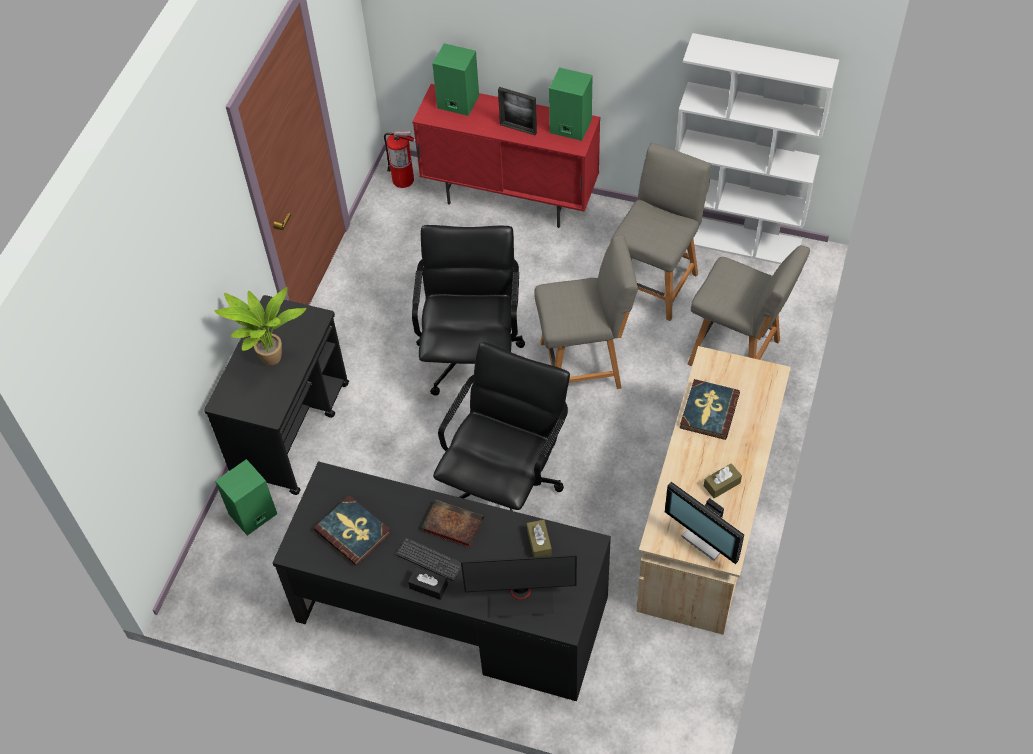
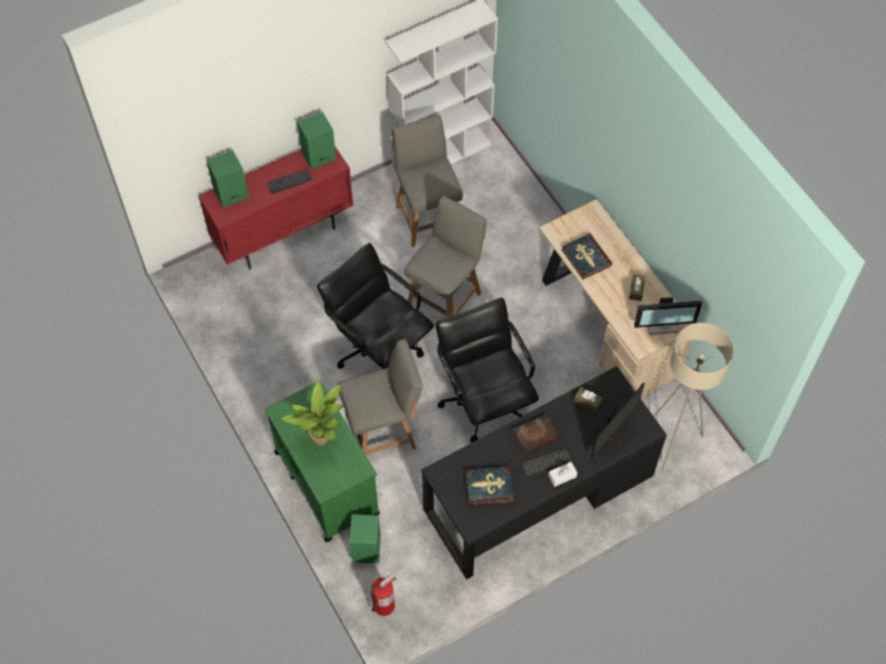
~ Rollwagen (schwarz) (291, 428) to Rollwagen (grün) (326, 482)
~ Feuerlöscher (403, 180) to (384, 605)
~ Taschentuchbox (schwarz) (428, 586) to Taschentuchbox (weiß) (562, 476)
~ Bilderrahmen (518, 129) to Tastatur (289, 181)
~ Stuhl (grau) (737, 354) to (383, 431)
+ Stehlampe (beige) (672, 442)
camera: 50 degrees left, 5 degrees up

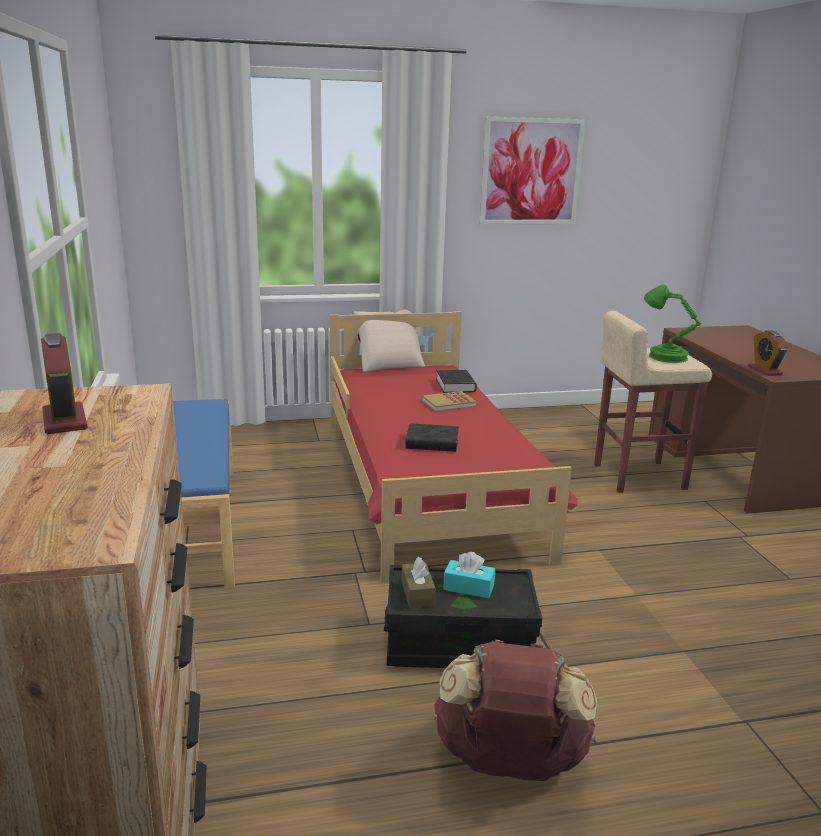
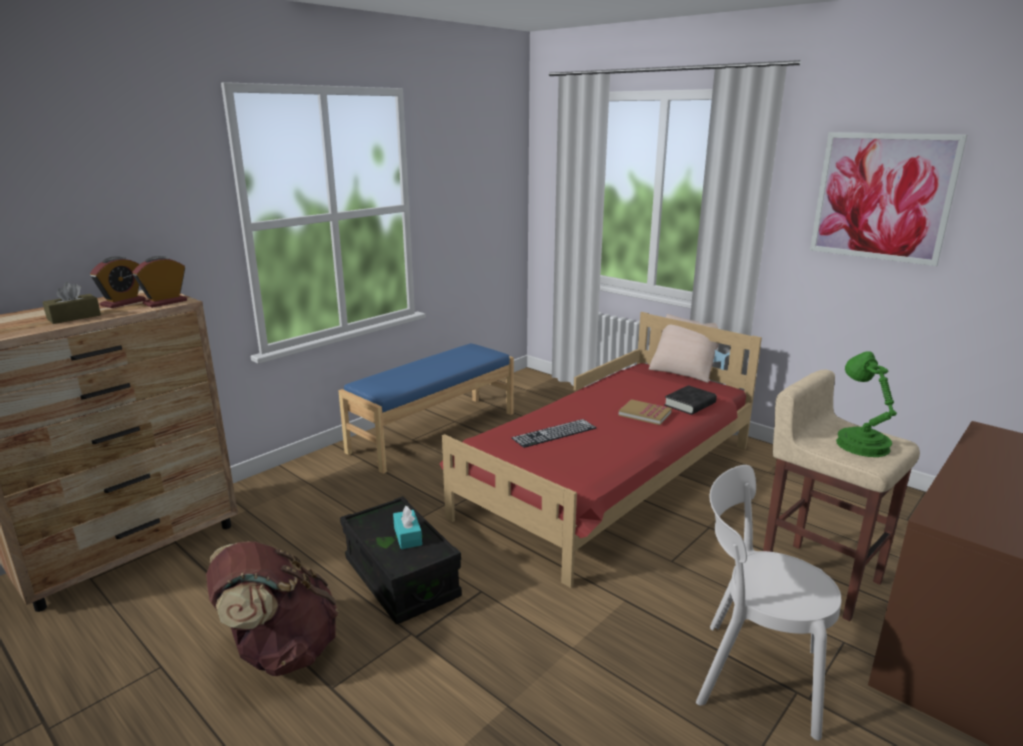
~ Taschentuchbox (braun) (417, 593) to (74, 317)
~ Buch (schwarz) (432, 443) to Tastatur (554, 433)
~ Wecker (765, 370) to (165, 302)
+ Stuhl (weiß) (752, 674)
camera: 55 degrees right, 0 degrees up

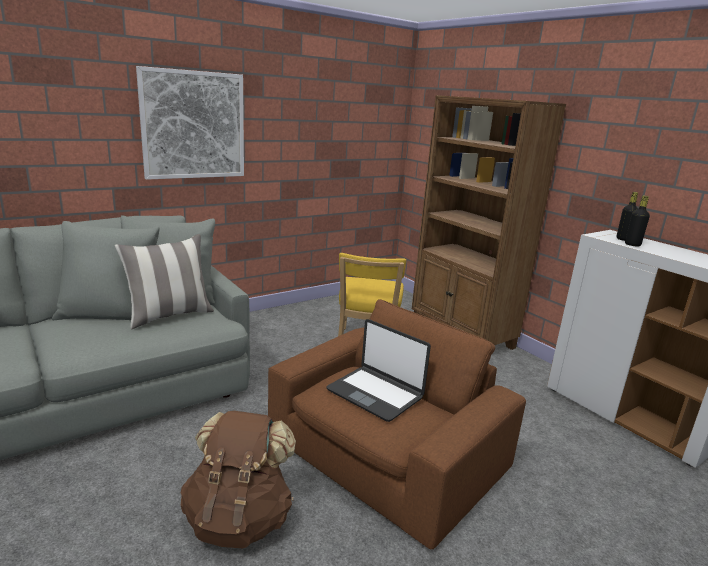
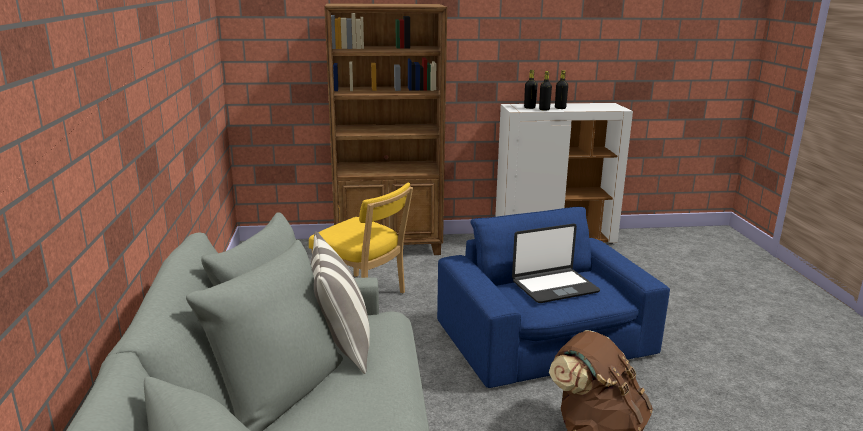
- Bild (193, 125)
~ Sessel (braun) (385, 454) to Sessel (blau) (545, 340)
+ Flasche (schwarz) (560, 108)
camera: 60 degrees left, 0 degrees up

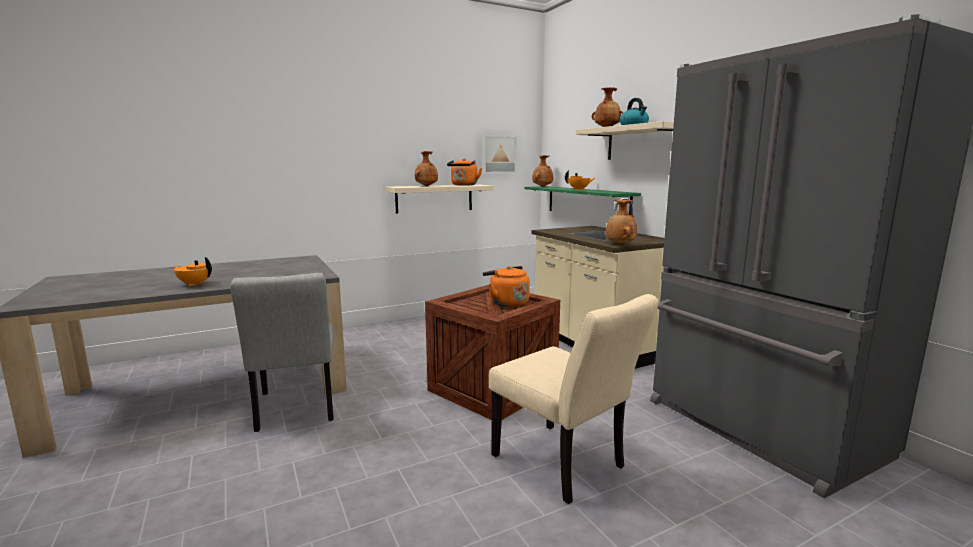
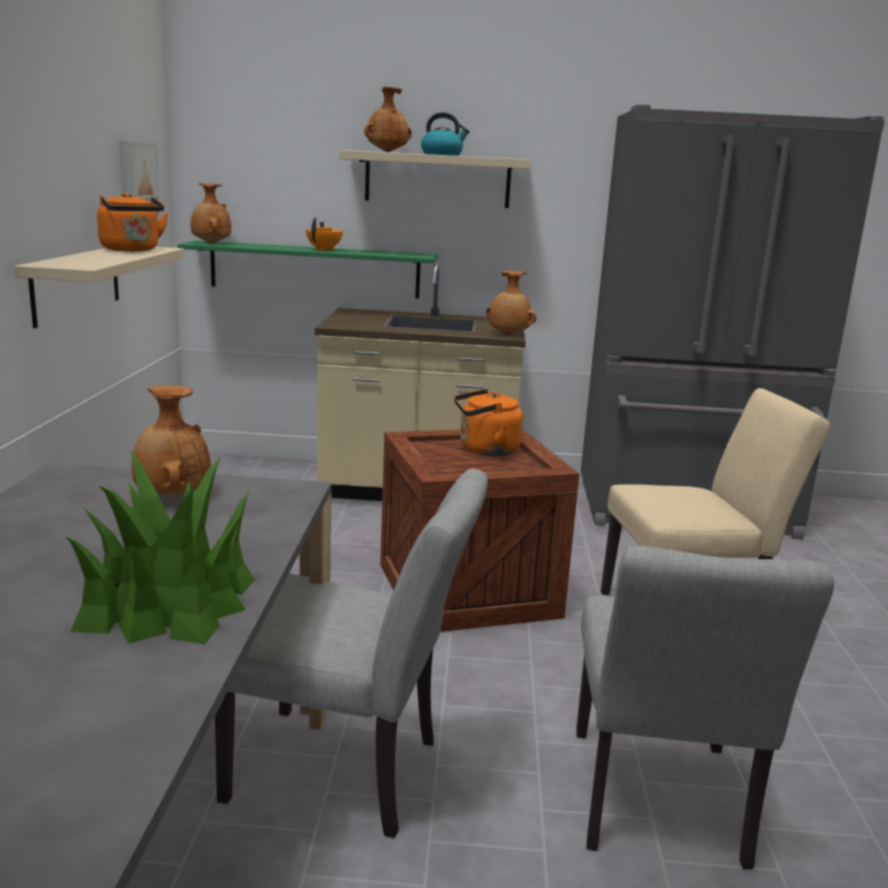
~ Teekanne (orange) (195, 284) to Topfpflanze (168, 601)
~ Vase (braun) (426, 186) to (171, 496)
+ Stuhl (grau) (658, 807)
camera: 60 degrees left, 5 degrees up

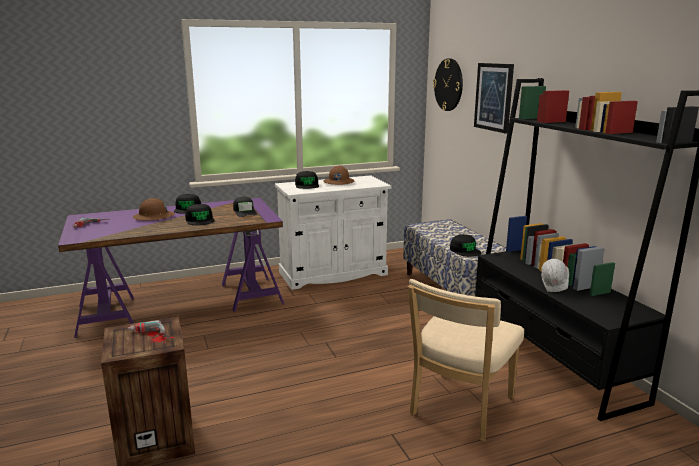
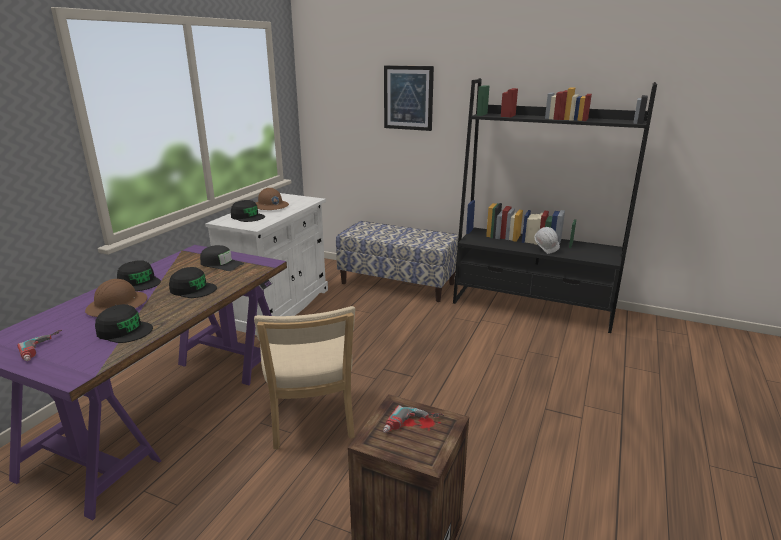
~ Stuhl (beige) (459, 408) to (311, 421)
- Wanduhr (448, 85)
~ Kappe (schwarz) (465, 250) to (124, 330)
camera: 45 degrees left, 5 degrees up

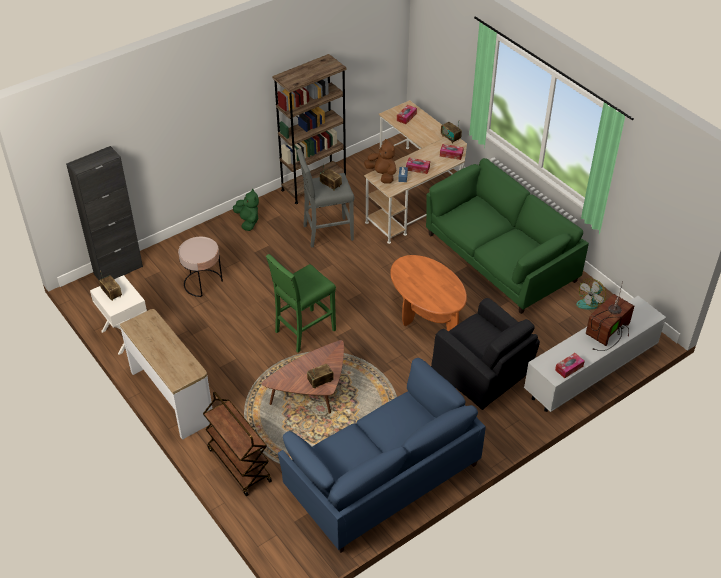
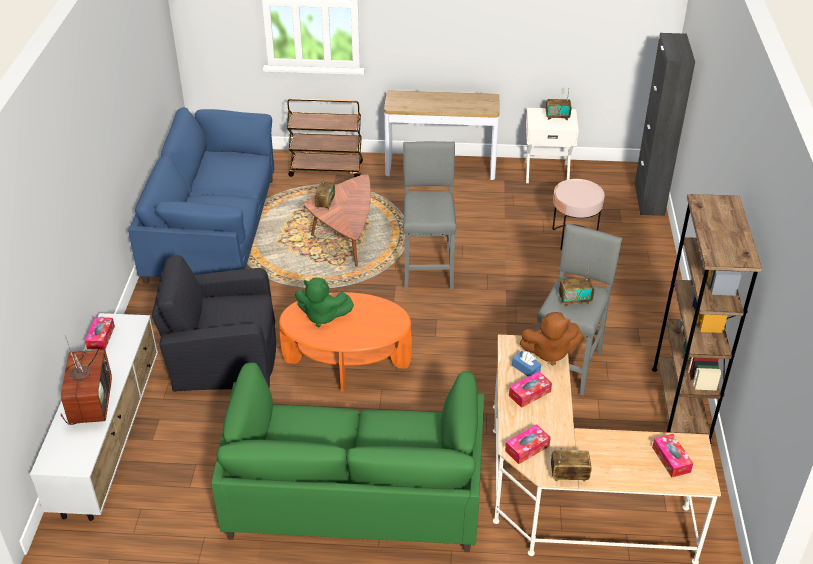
~ Plüschtier (grün) (248, 221) to (322, 316)
~ Hocker (grün) (304, 331) to Hocker (grau) (428, 269)
- Ventilator (590, 301)
camera: 130 degrees right, 5 degrees down

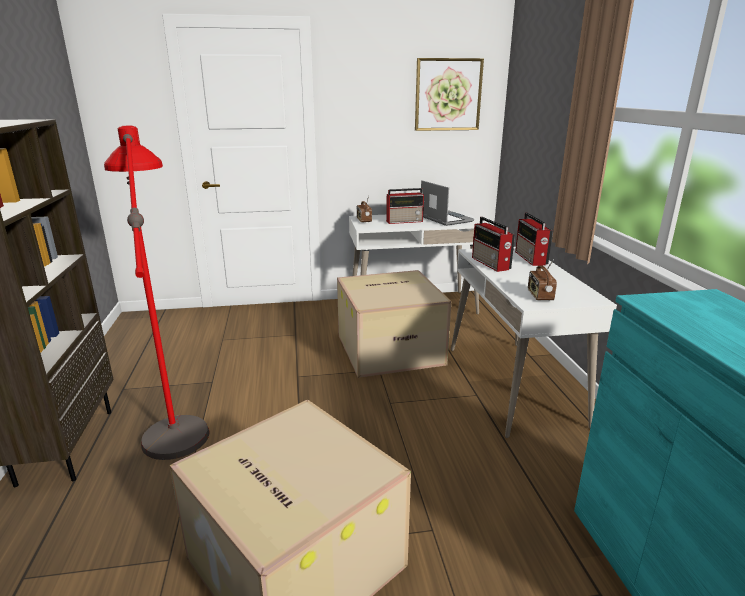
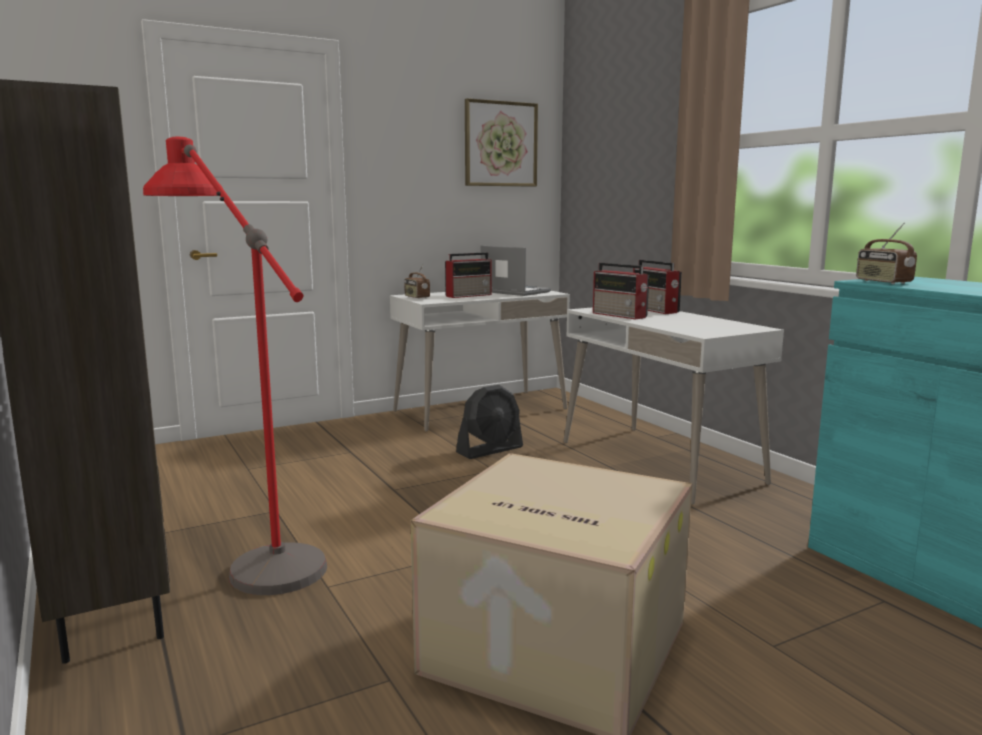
~ Karton (390, 349) to Ventilator (schwarz) (490, 450)
~ Radio (539, 296) to (883, 282)
camera: 20 degrees left, 10 degrees down

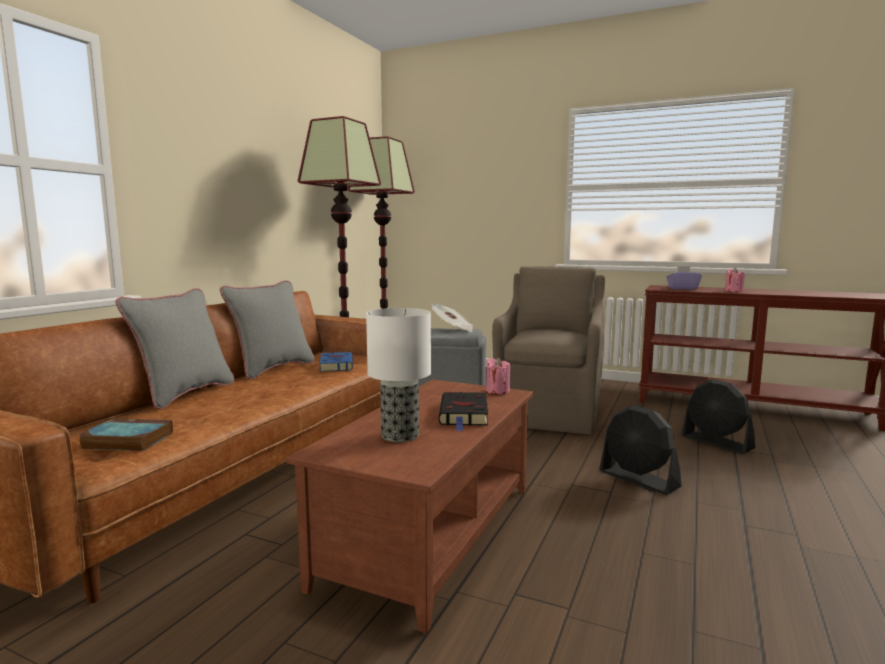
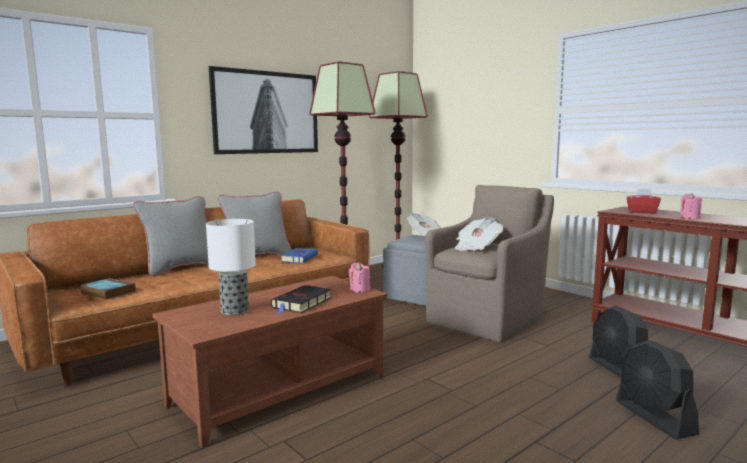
~ Ventilator (schwarz) (639, 479) to (654, 417)
~ Taschentuchbox (lila) (682, 288) to Taschentuchbox (rot) (642, 212)
+ Bild (267, 112)
+ Zeitung (476, 247)
camera: 25 degrees right, 0 degrees up

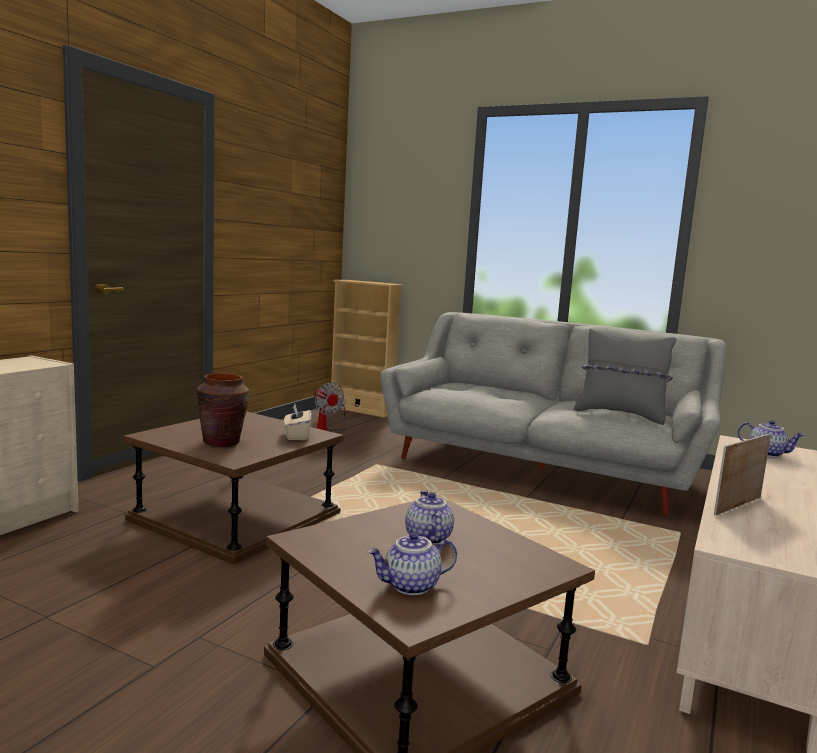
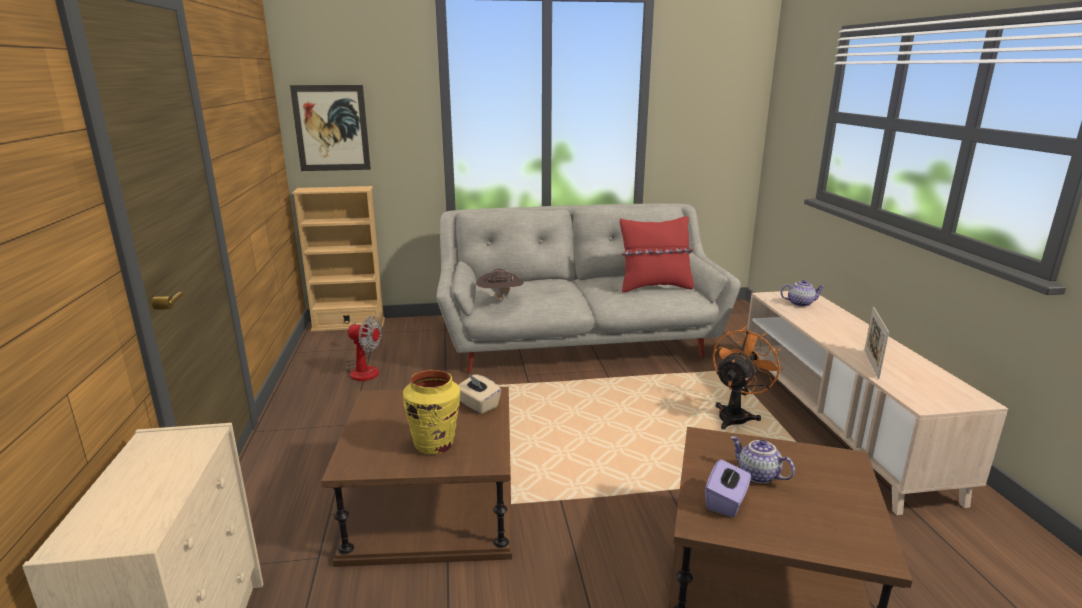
~ Vase (braun) (222, 442) to Vase (gelb) (434, 444)
- Teekanne (411, 586)
~ Kissen (grau) (620, 415) to Kissen (rot) (654, 287)
+ Bild (331, 128)
+ Hut (braun) (500, 300)
+ Taschentuchbox (lila) (726, 502)
+ Ventilator (orange) (736, 415)
camera: 35 degrees left, 10 degrees up

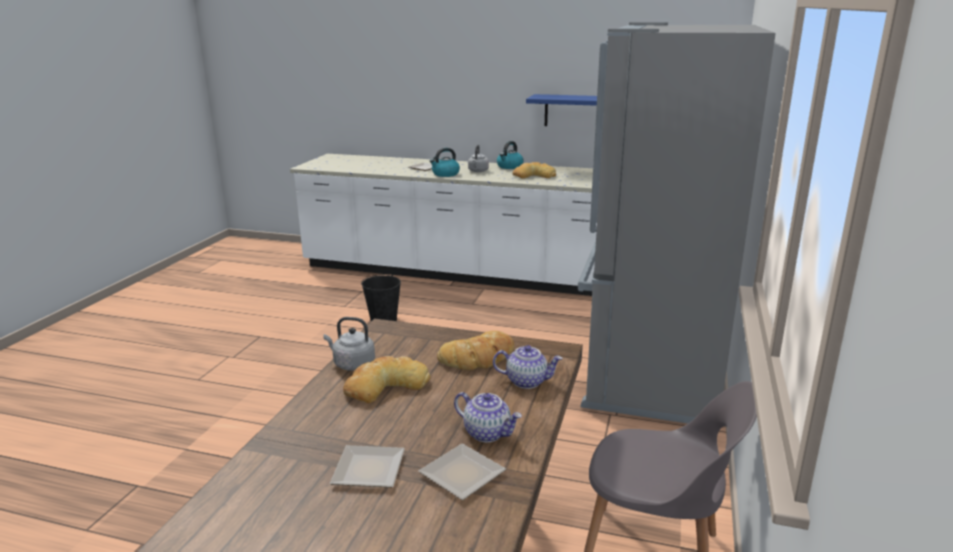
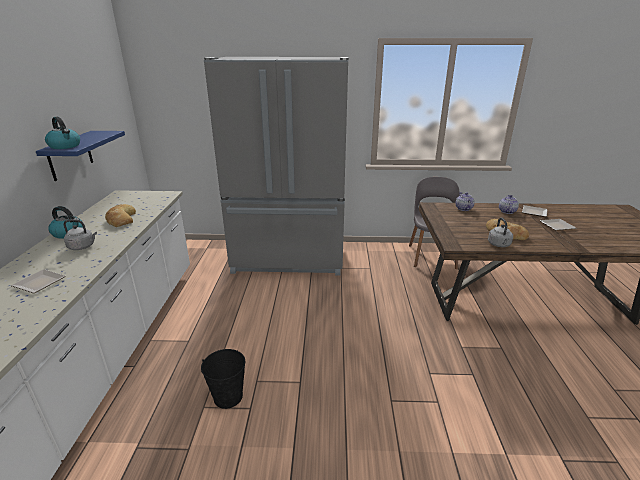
~ Wasserkessel (445, 174) to (65, 146)
- Brot (479, 358)
camera: 105 degrees left, 5 degrees up

